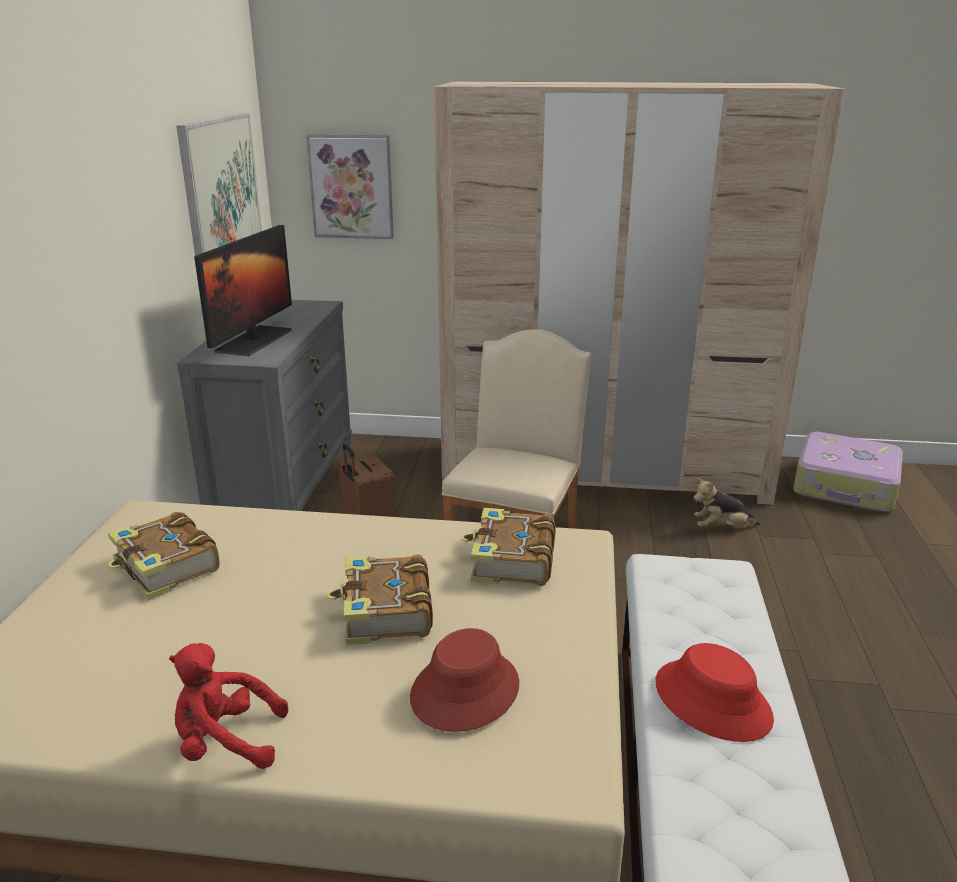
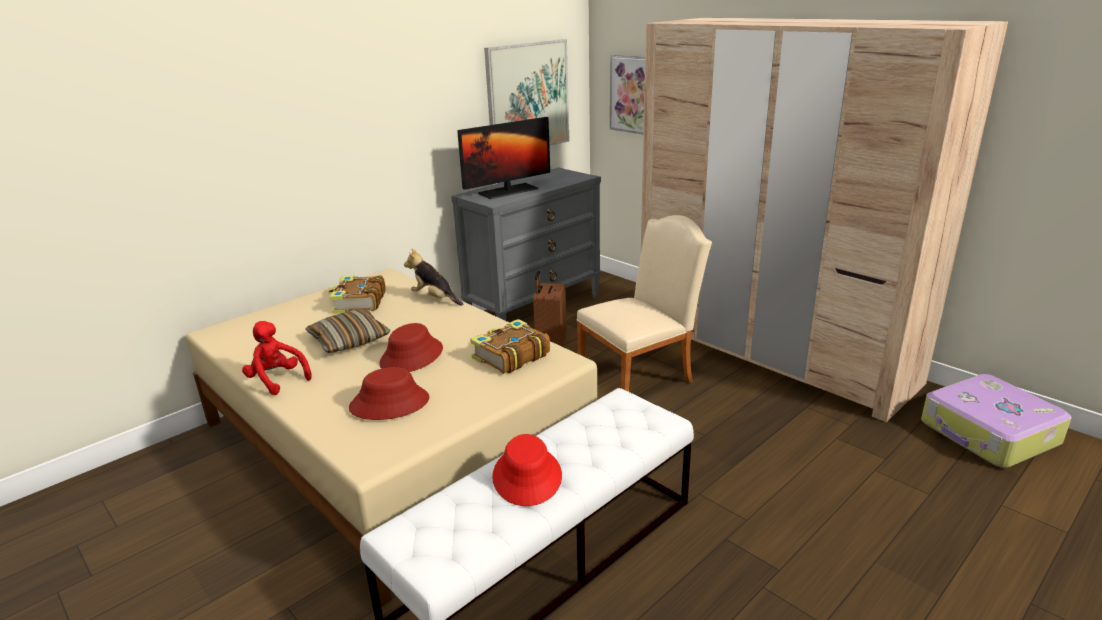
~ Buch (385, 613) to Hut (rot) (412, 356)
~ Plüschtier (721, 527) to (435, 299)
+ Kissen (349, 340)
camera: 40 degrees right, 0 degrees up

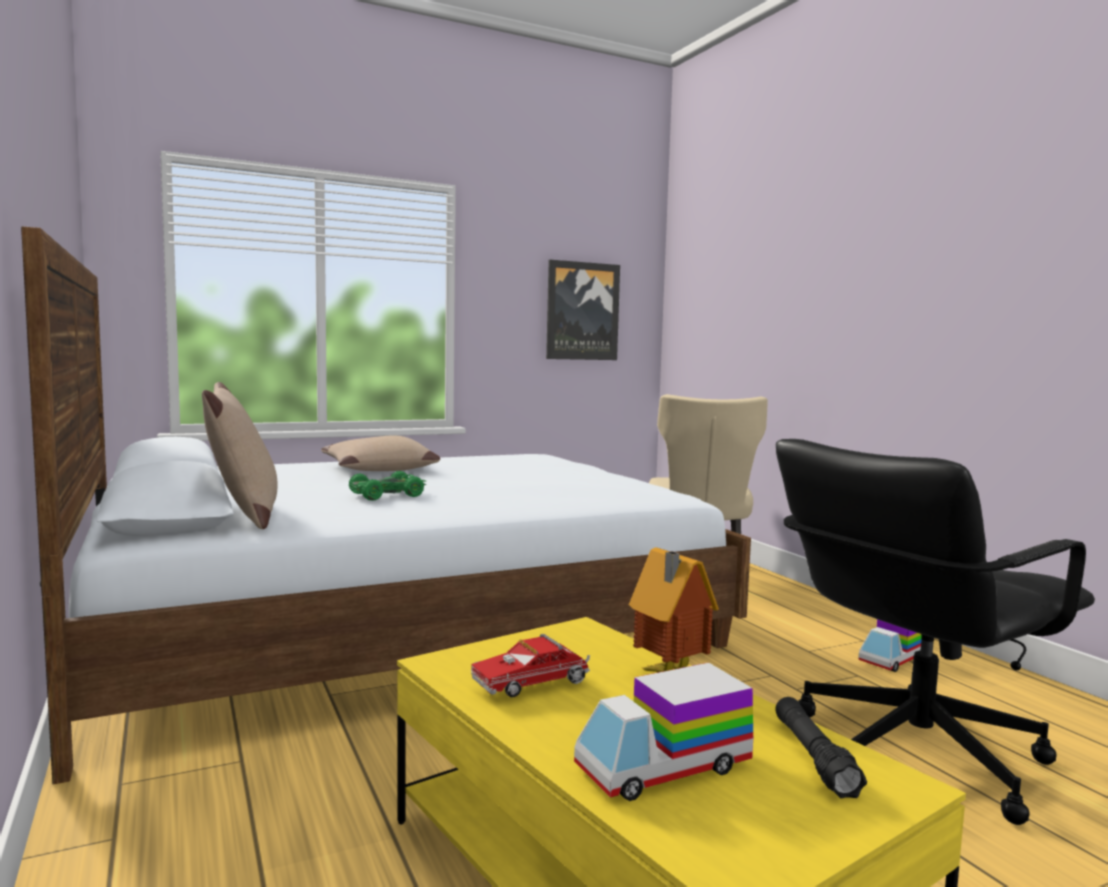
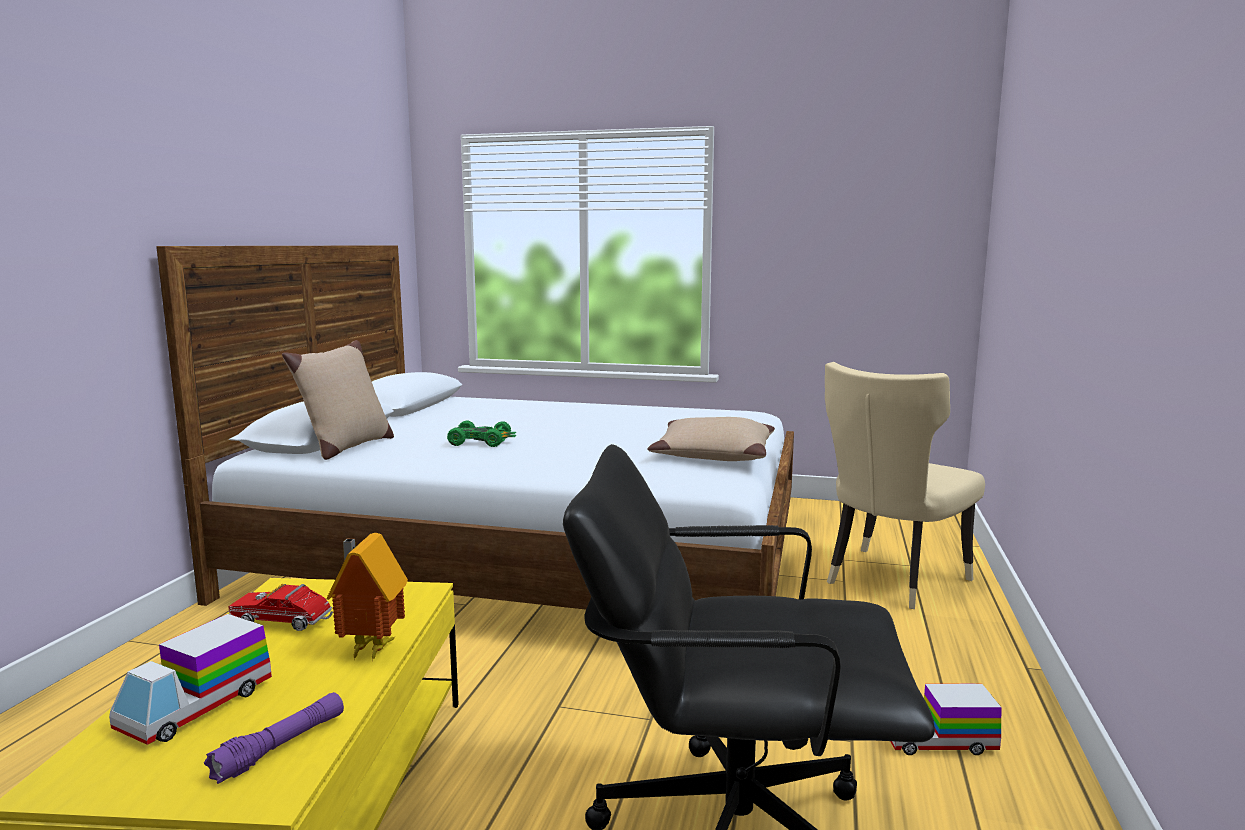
~ Kissen (beige) (380, 469) to (713, 455)
- Bild (582, 311)
~ Spielzeuglaster (663, 767) = (196, 707) 75 degrees counterclockwise
~ Taschenlampe (schwarz) (814, 758) to Taschenlampe (lila) (280, 747)
camera: 40 degrees right, 5 degrees up

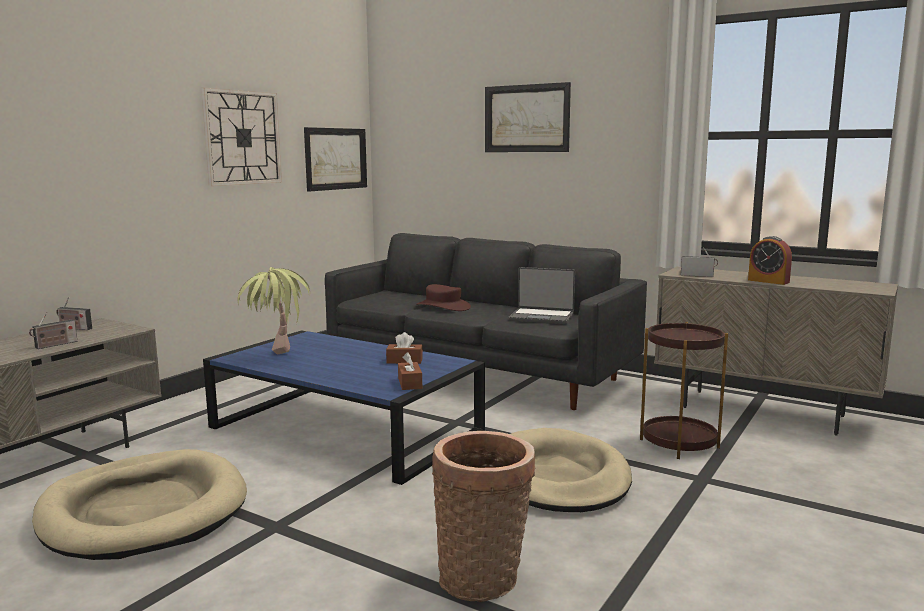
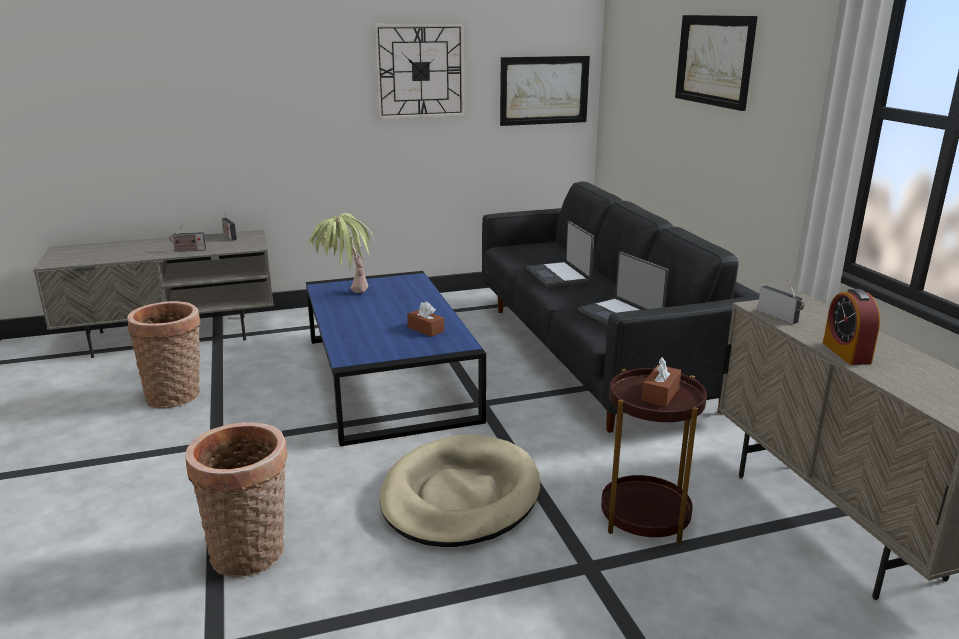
~ Hundebett (beige) (144, 511) to Korb (177, 396)
~ Taschentuchbox (braun) (410, 383) to (660, 394)
~ Hut (braun) (443, 306) to Laptop (559, 276)
camera: 40 degrees right, 10 degrees up

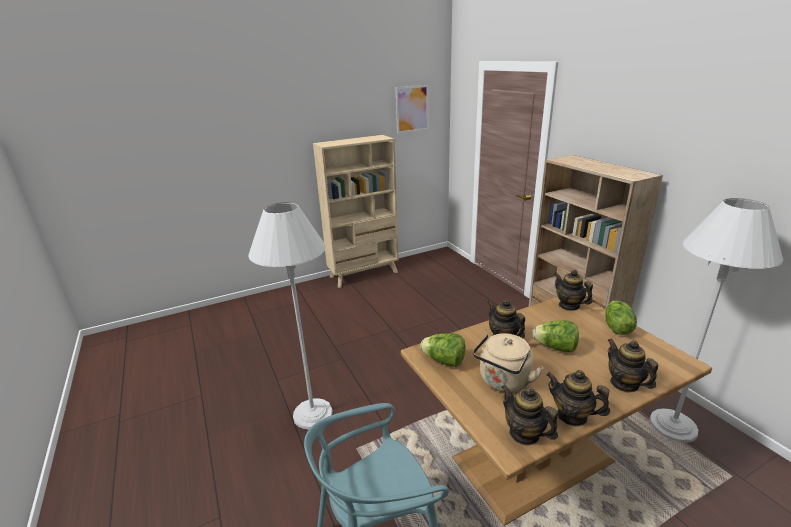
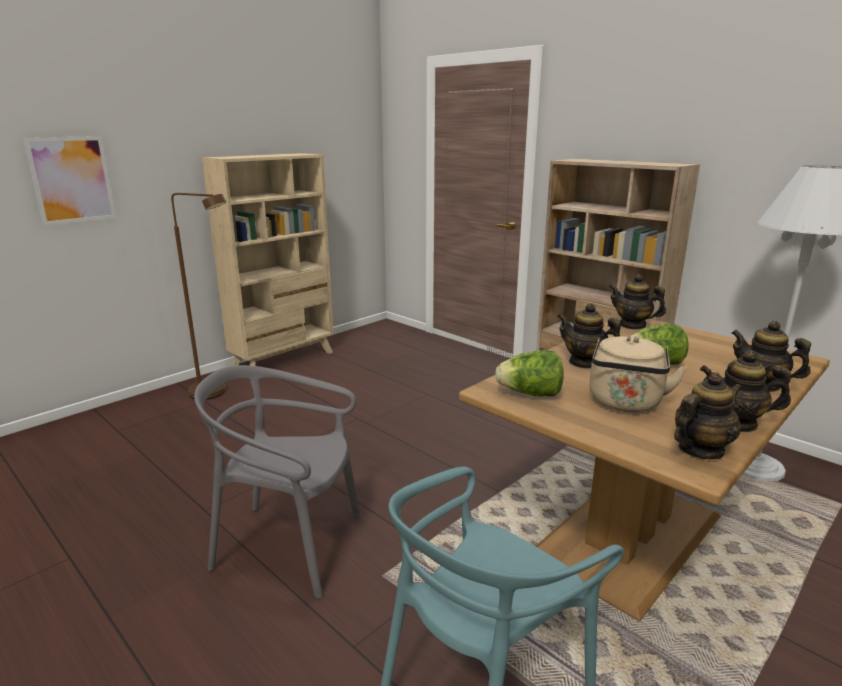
~ Stehlampe (weiß) (313, 414) to Stuhl (grau) (289, 545)
~ Bild (412, 109) to (72, 180)
~ Teekanne (524, 434) = (700, 450) 120 degrees clockwise
- Salatkopf (616, 327)
+ Stehlampe (braun) (215, 394)
camera: 20 degrees left, 5 degrees down

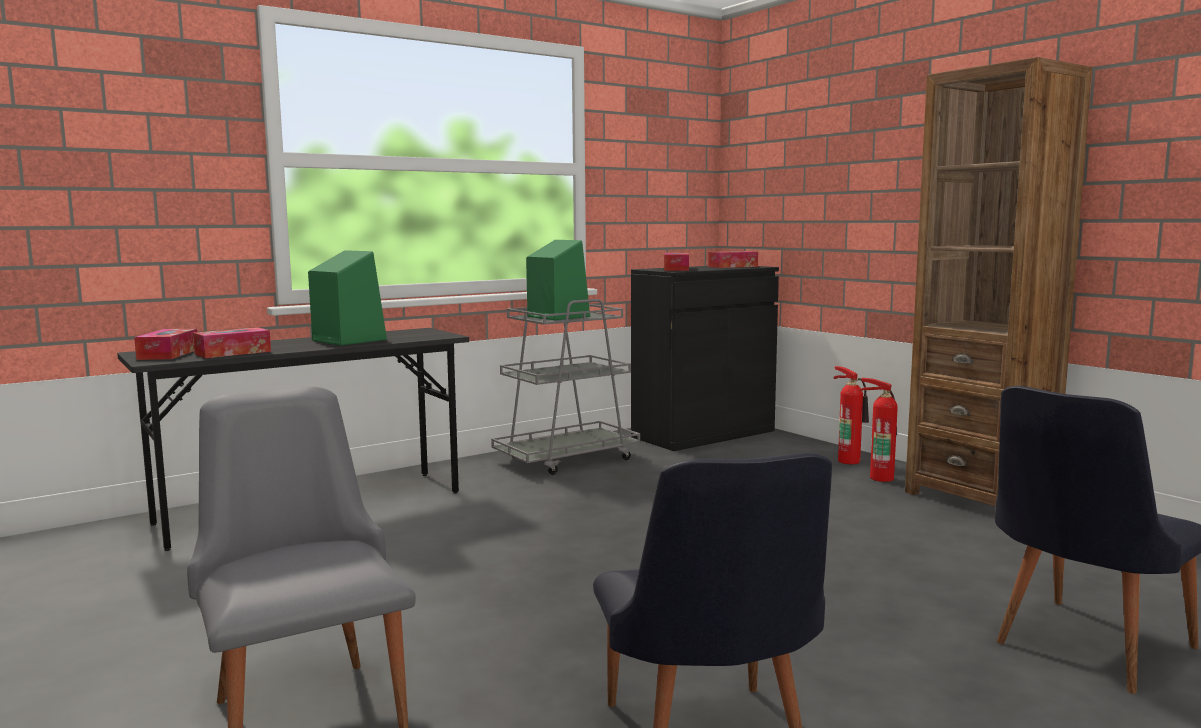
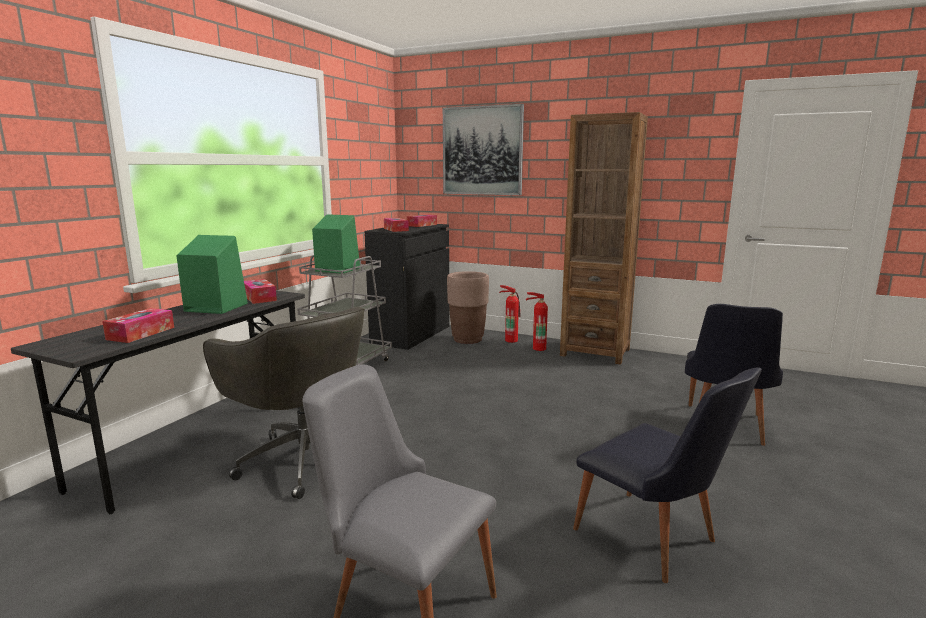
~ Taschentuchbox (168, 354) to (259, 298)
+ Bürostuhl (grau) (303, 458)
+ Bild (482, 151)
+ Pflanzkübel (braun) (467, 339)
camera: 30 degrees left, 5 degrees up

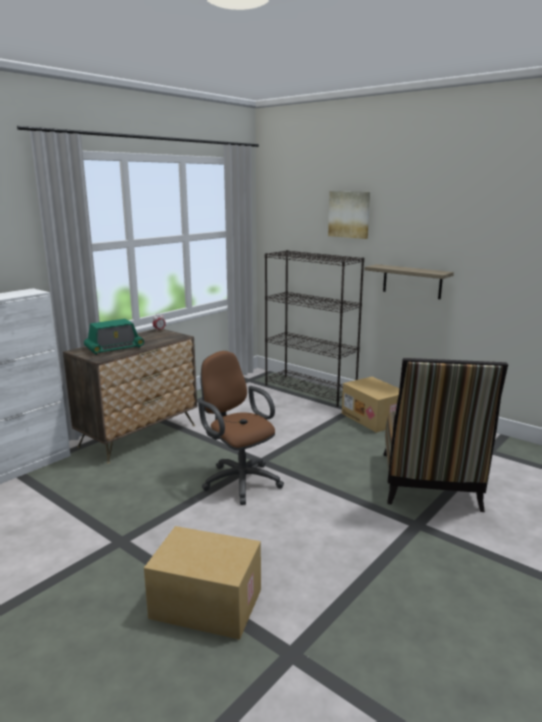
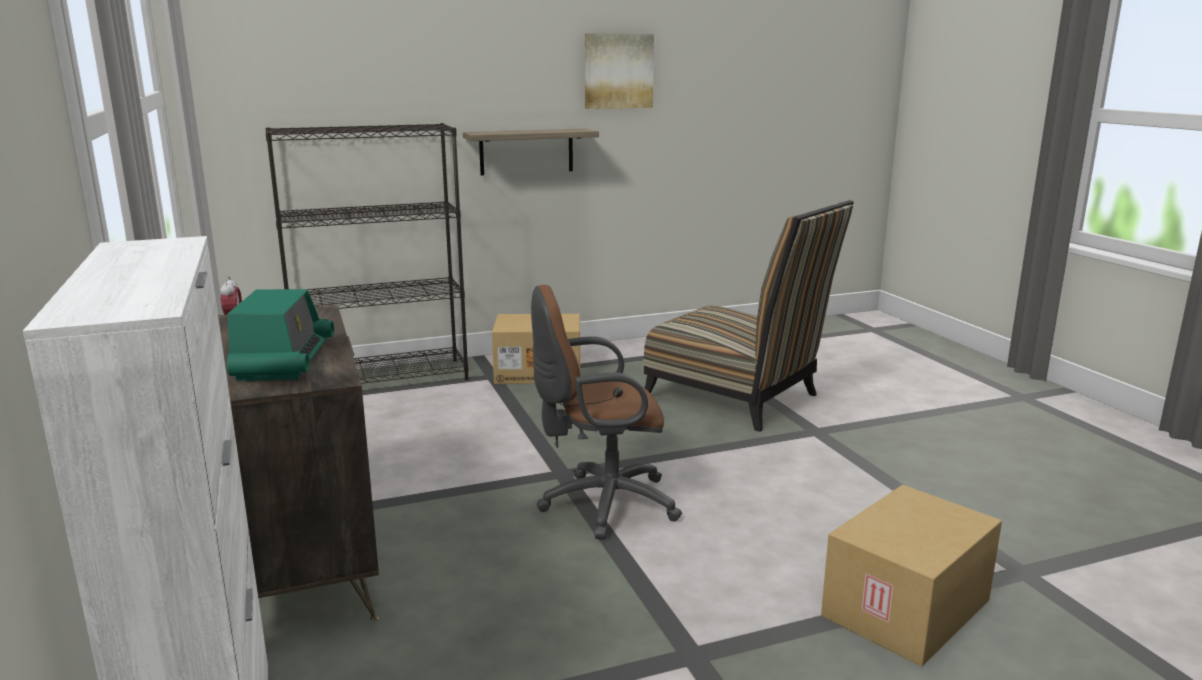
~ Bild (349, 214) to (618, 71)
camera: 60 degrees left, 0 degrees up

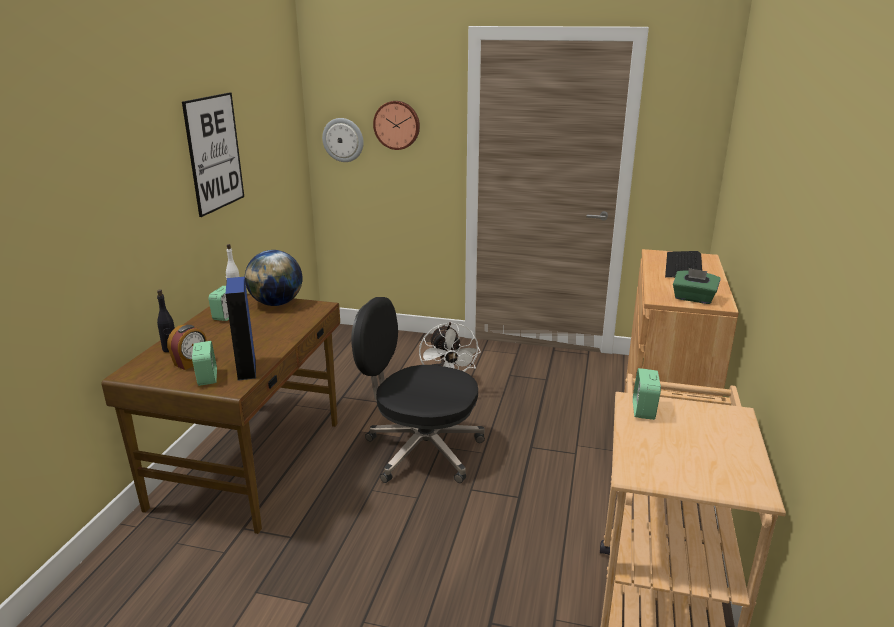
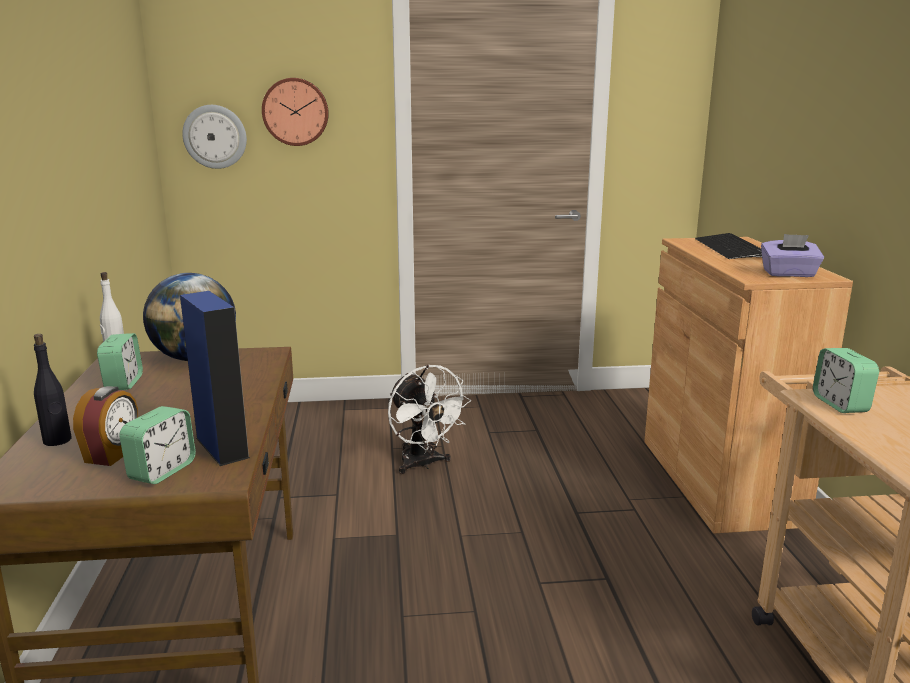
- Bild (214, 153)
~ Wecker (207, 378) = (162, 471) 60 degrees clockwise
- Bürostuhl (schwarz) (421, 450)
~ Taschentuchbox (grün) (693, 298) to Taschentuchbox (lila) (789, 274)
camera: 20 degrees left, 5 degrees down

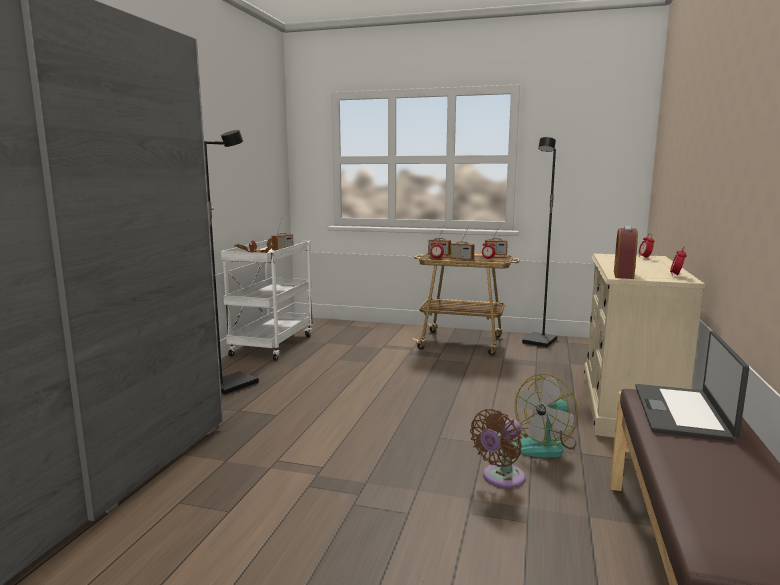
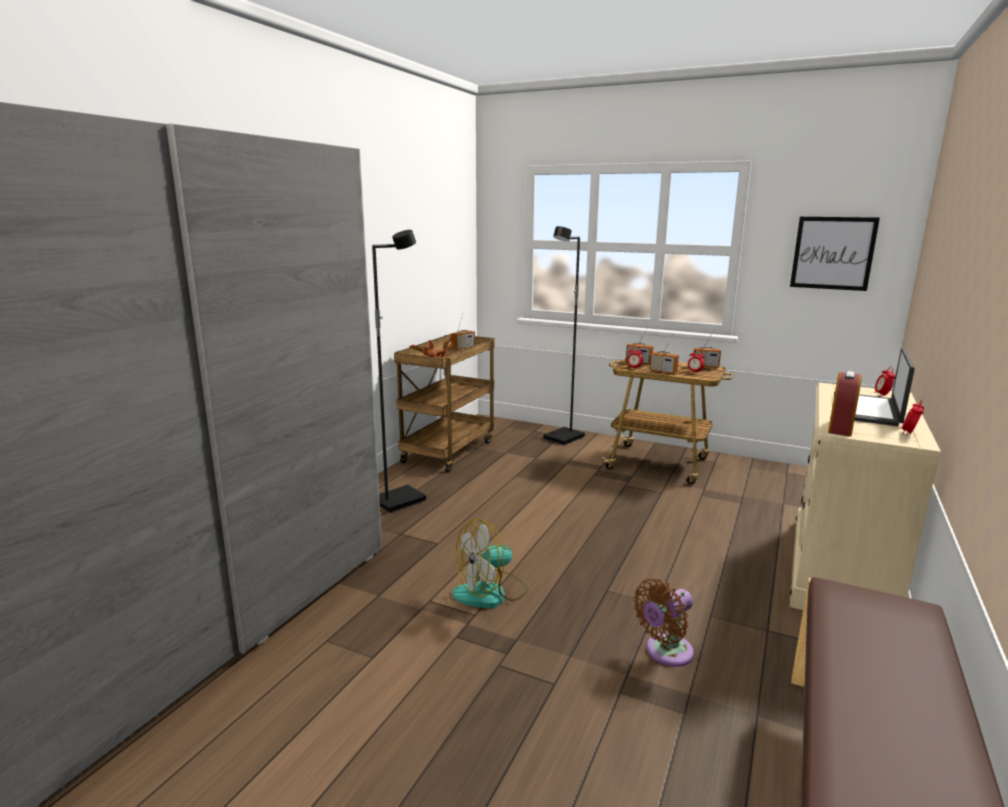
~ Rollwagen (weiß) (272, 344) to Rollwagen (braun) (448, 451)
~ Ventilator (545, 445) to (491, 593)
~ Stehlampe (schwarz) (540, 342) to (564, 438)
~ Laptop (683, 412) to (867, 410)
+ Bild (833, 253)
camera: 10 degrees right, 5 degrees up

